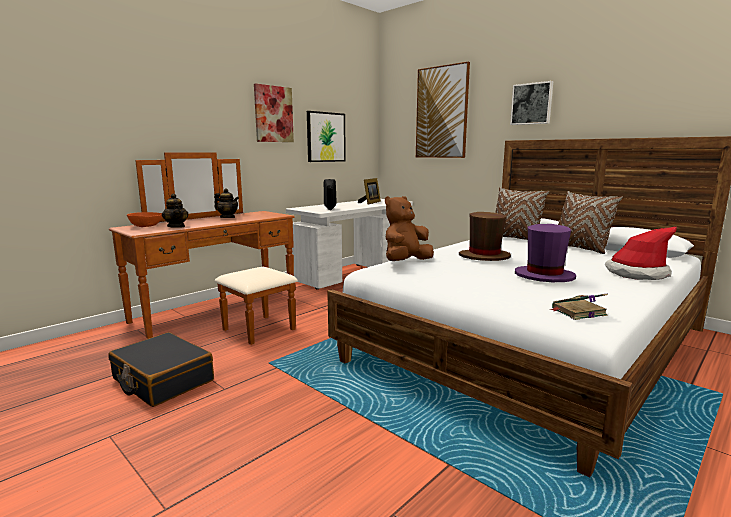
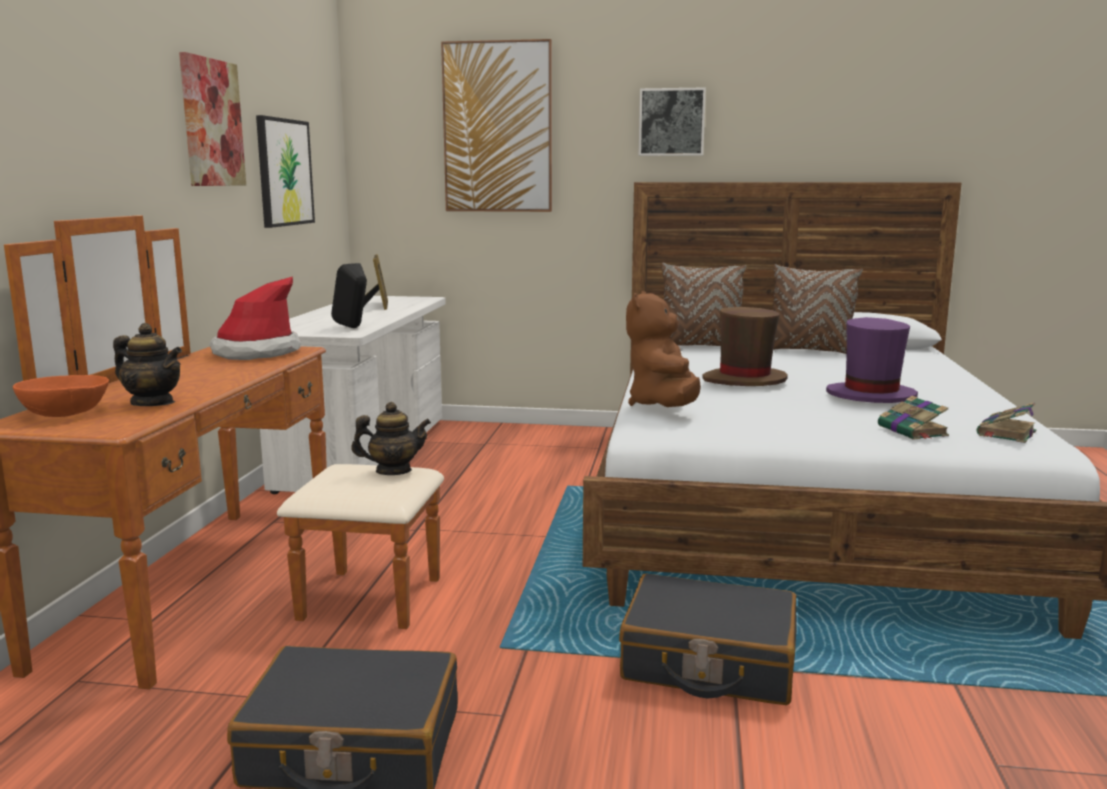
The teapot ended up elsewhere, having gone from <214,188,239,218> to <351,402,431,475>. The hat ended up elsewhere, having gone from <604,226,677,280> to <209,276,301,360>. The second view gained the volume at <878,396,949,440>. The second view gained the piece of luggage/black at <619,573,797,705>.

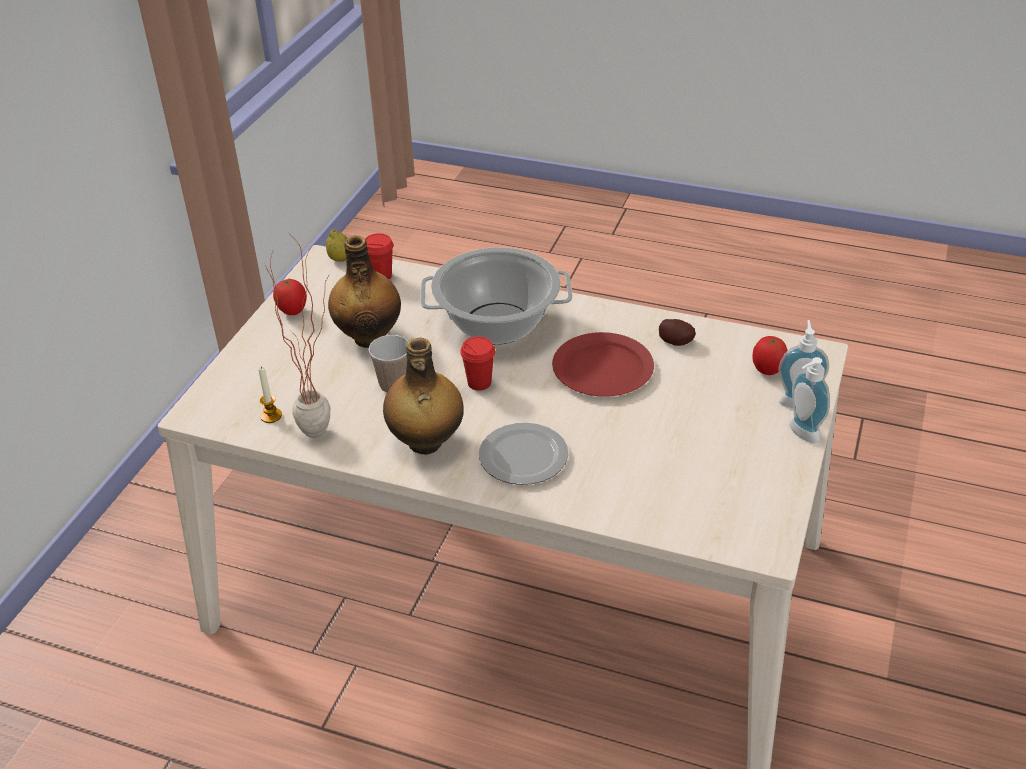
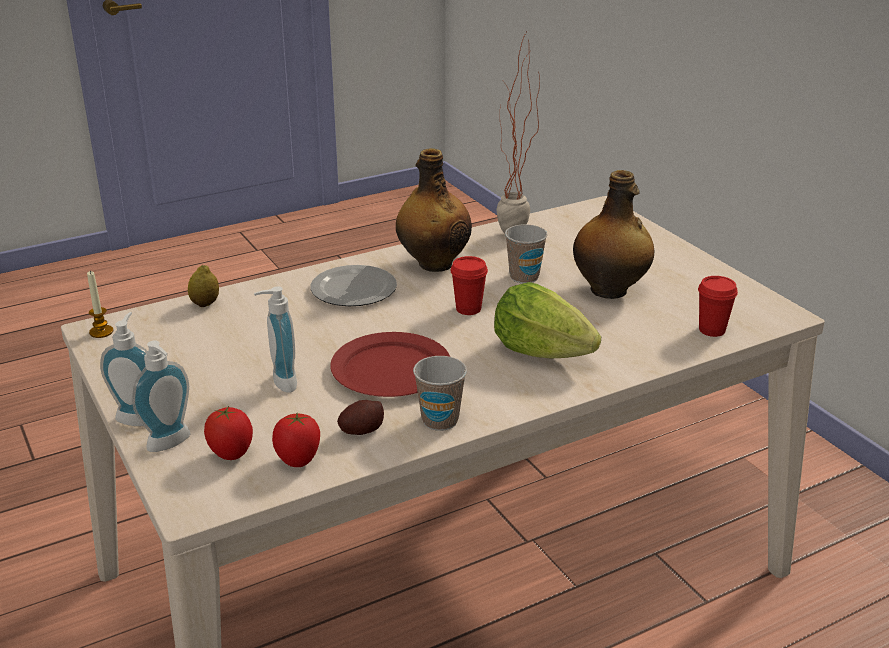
The whole lemon ended up elsewhere, having gone from <326,229,347,261> to <188,265,219,307>. Where the saucepot stood at <420,247,572,345>, the lettuce came to stand at <494,282,601,358>. The tomato ended up elsewhere, having gone from <273,279,307,315> to <272,413,320,467>. The wax candle ended up elsewhere, having gone from <258,367,282,423> to <87,271,113,338>. The second view gained the liquid soap bottle at <254,286,297,393>. The second view gained the cup at <413,356,467,431>.

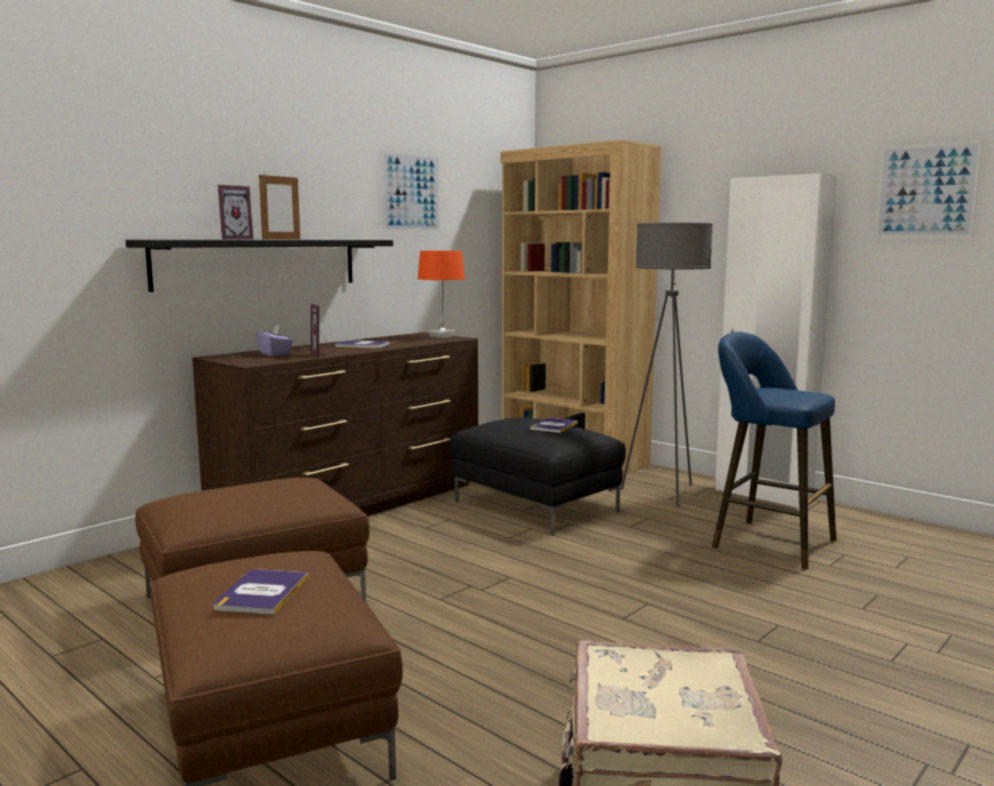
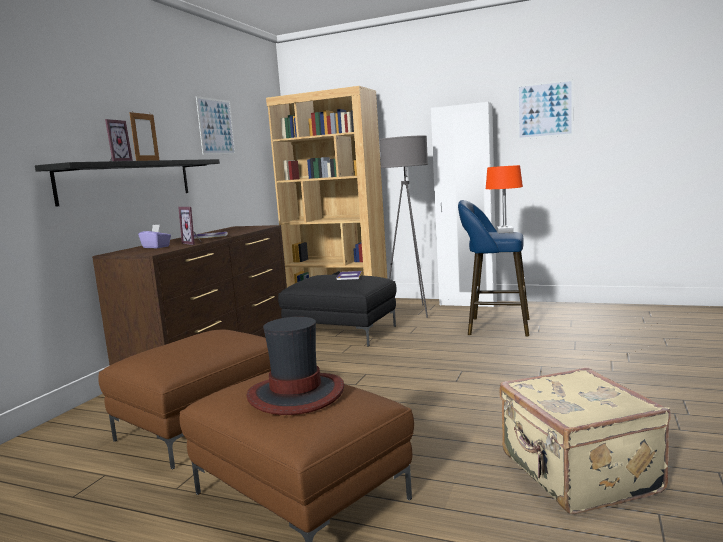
The tabletop lamp/orange ended up elsewhere, having gone from <418,251,465,338> to <486,165,523,233>. Where the volume stood at <214,569,308,615>, the hat came to stand at <246,317,345,415>.

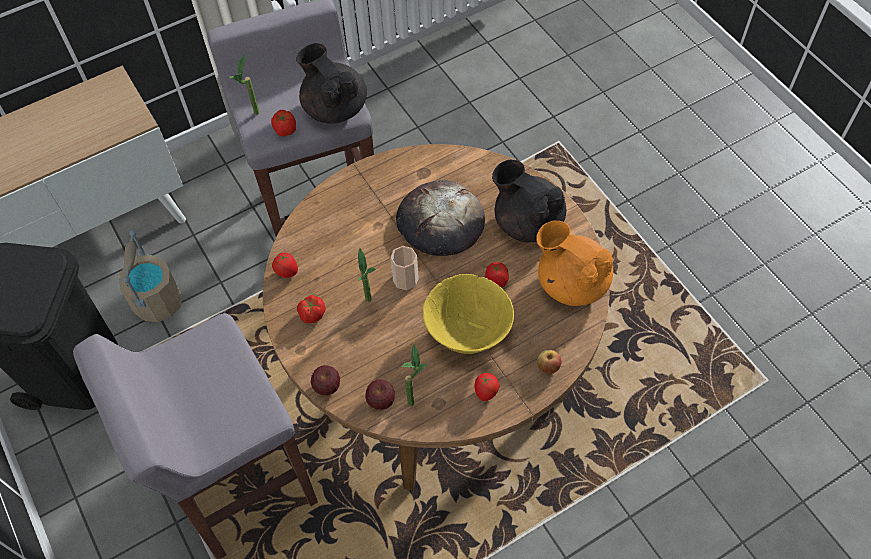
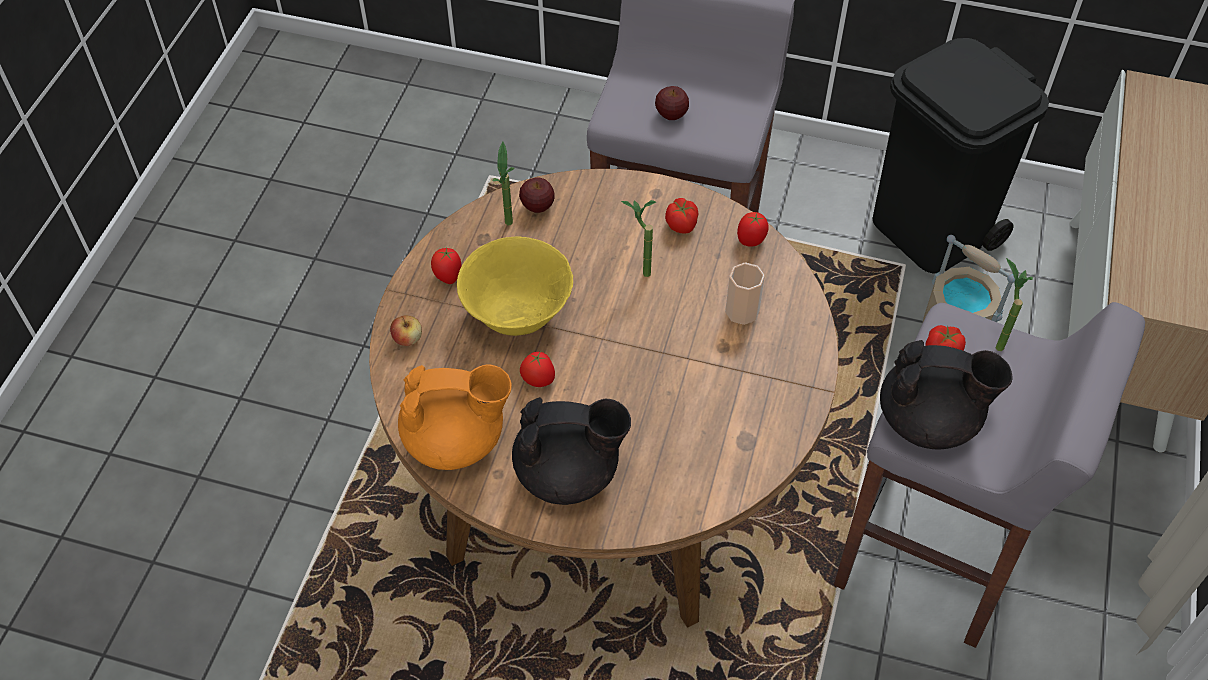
The second view lost the bakery bread at <396,180,485,256>. The cup ended up elsewhere, having gone from <390,246,419,290> to <725,262,765,325>. The apple fruit ended up elsewhere, having gone from <311,365,340,395> to <655,86,689,120>.

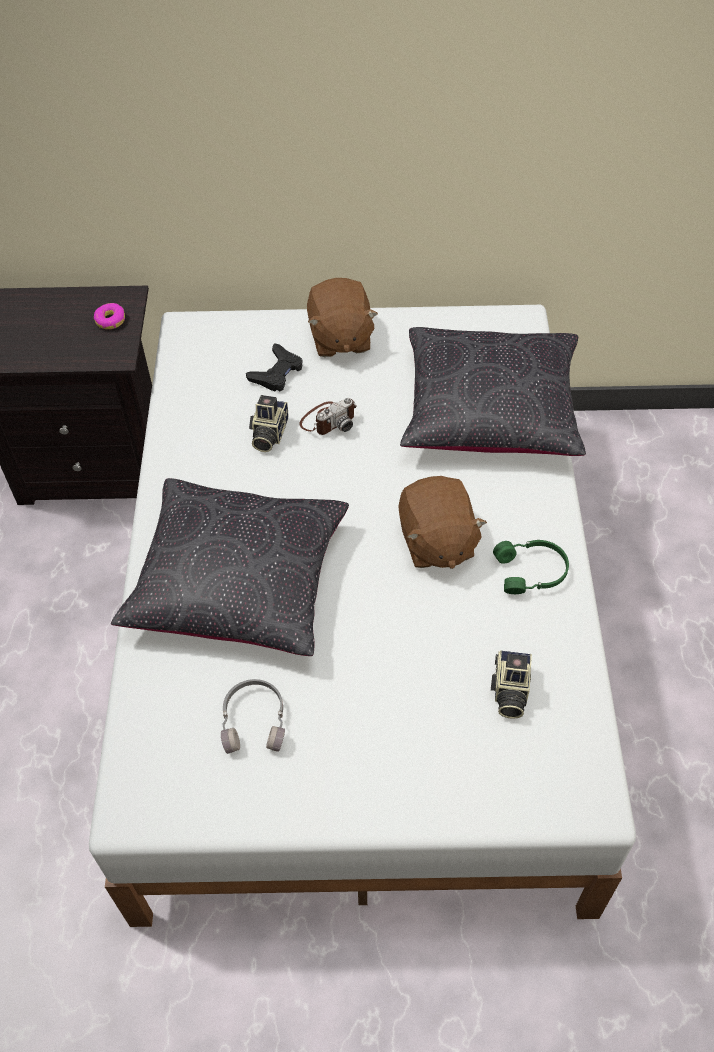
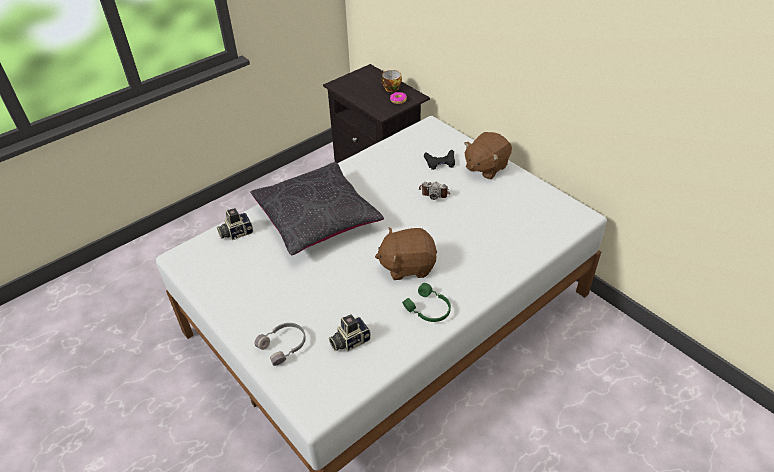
The second view lost the throw pillow/black at <400,327,586,456>. The photo camera ended up elsewhere, having gone from <249,395,288,452> to <217,208,253,240>. The plush toy/brown at <398,476,487,569> ended up facing another way, 45 degrees clockwise from before. The pair of headphones/greyish ended up elsewhere, having gone from <221,679,285,754> to <255,323,306,366>. The second view gained the cup at <382,70,402,92>.

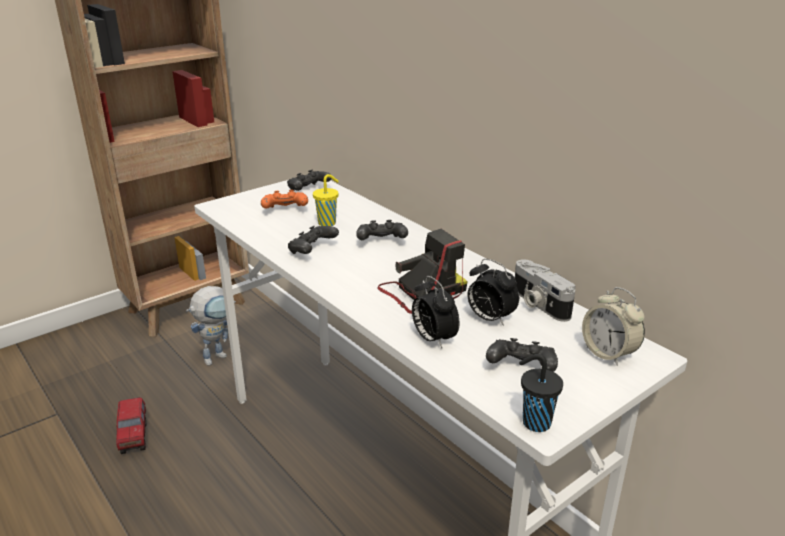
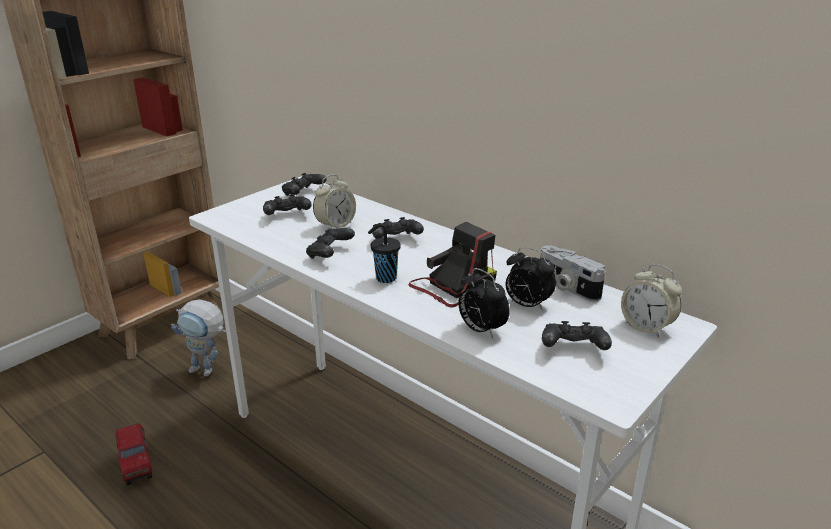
Where the cup/yellow-coloured stood at <313,174,339,226>, the table clock came to stand at <313,174,356,229>. What was the joypad/orange at <261,190,308,209> turned into the joypad/black at <263,194,312,215>. The robot figure at <186,286,236,366> ended up facing another way, 75 degrees clockwise from before. The cup/black ended up elsewhere, having gone from <519,354,563,432> to <368,223,401,283>.

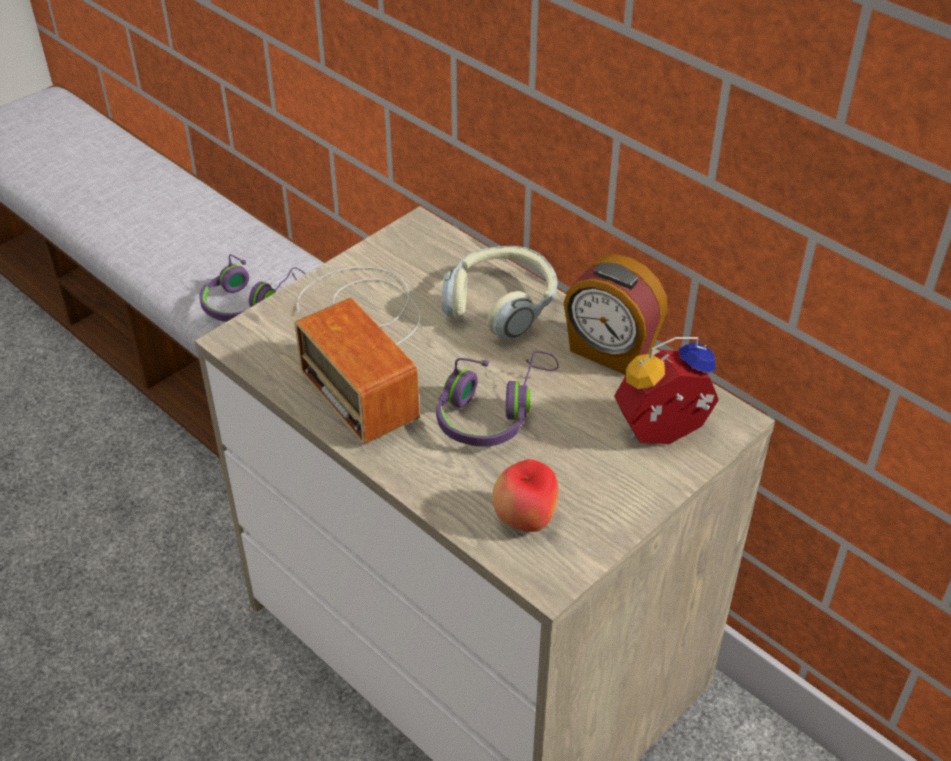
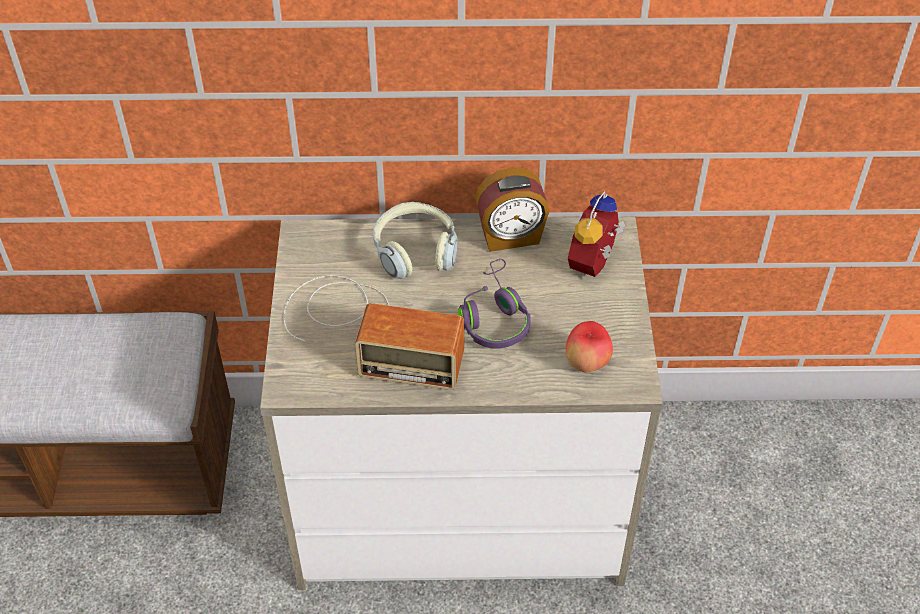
The second view lost the pair of headphones/purplish at <199,254,306,322>.

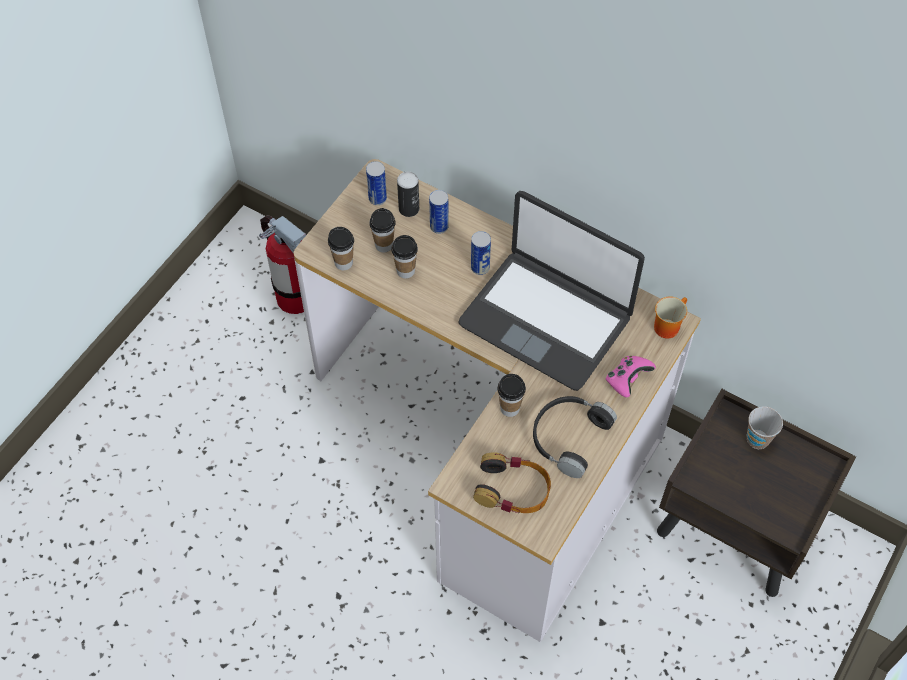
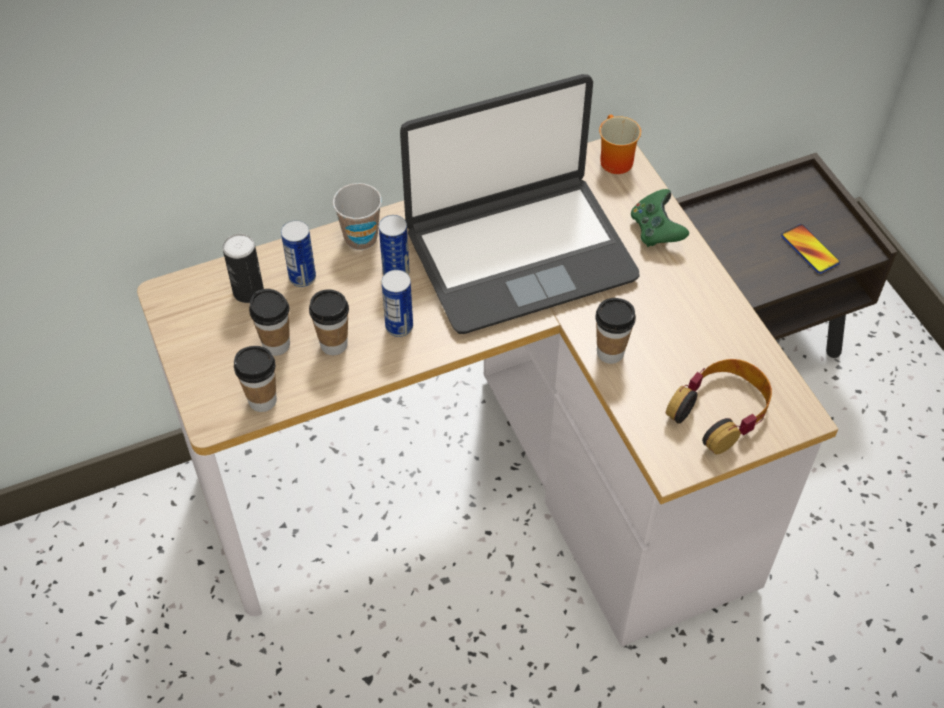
The sealed can ended up elsewhere, having gone from <366,161,387,205> to <381,270,413,337>. The second view lost the fire-fighting cylinder at <259,215,306,314>. What was the joypad/pinkish at <606,356,656,397> turned into the joypad/green-coloured at <631,189,689,247>. The second view lost the pair of headphones/black at <533,396,617,478>. The cup ended up elsewhere, having gone from <747,406,783,449> to <333,183,382,250>. The second view gained the phone at <781,224,840,274>.

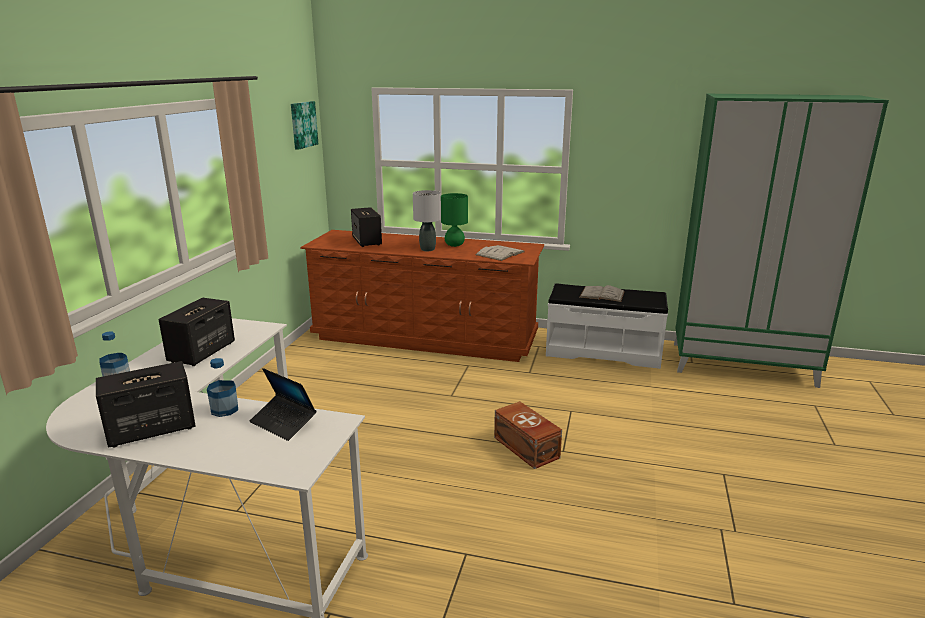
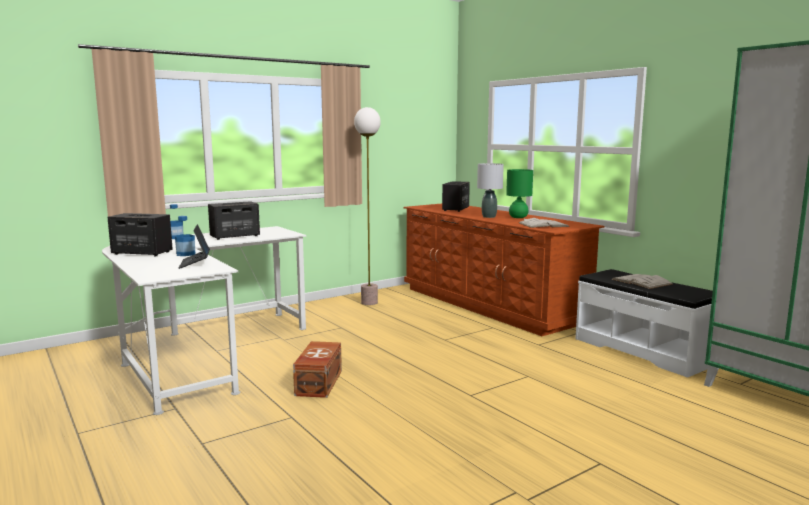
The second view lost the wall picture at <291,101,318,149>. The storage container/brown ended up elsewhere, having gone from <494,401,562,469> to <293,341,342,398>. The second view gained the standing lamp at <354,107,381,305>.

